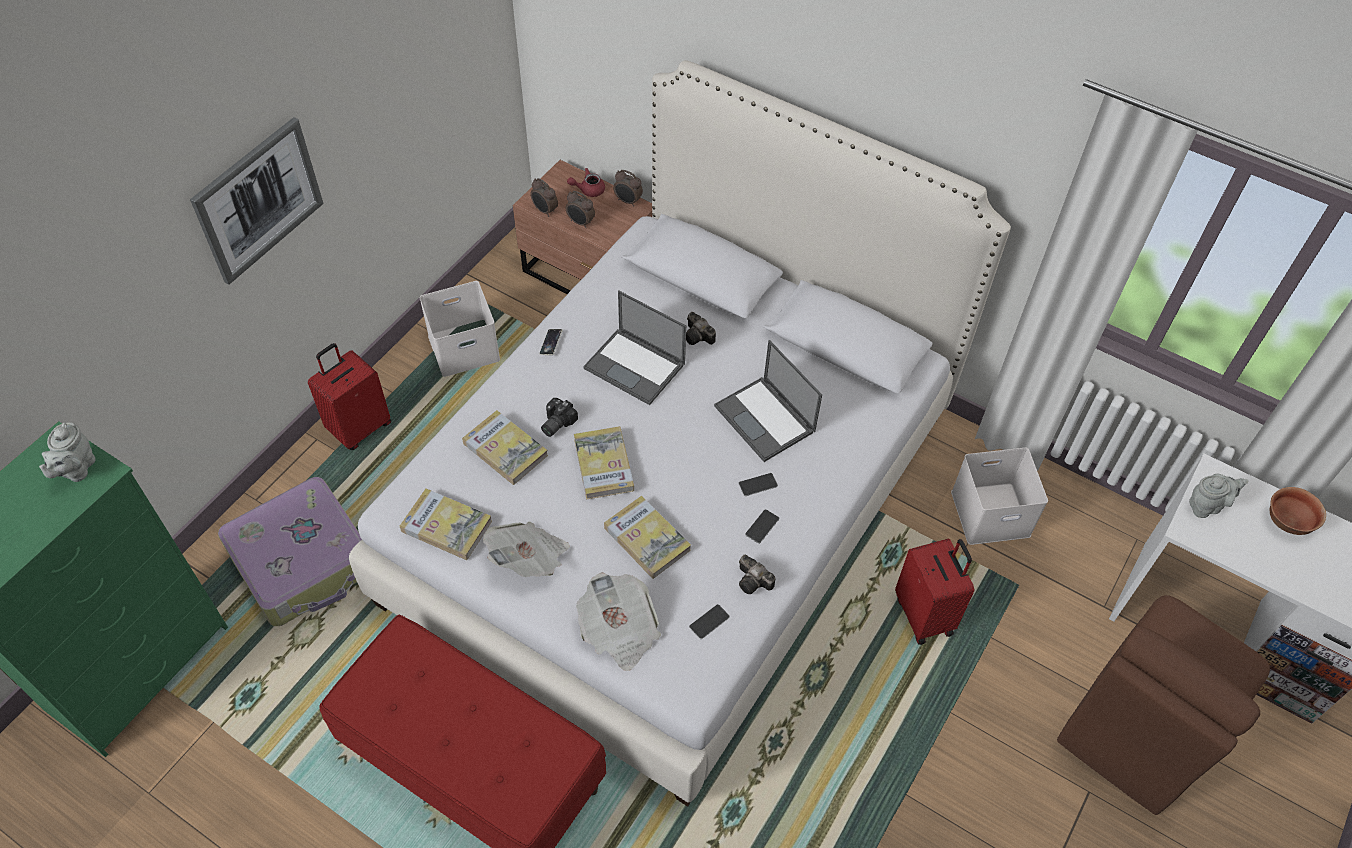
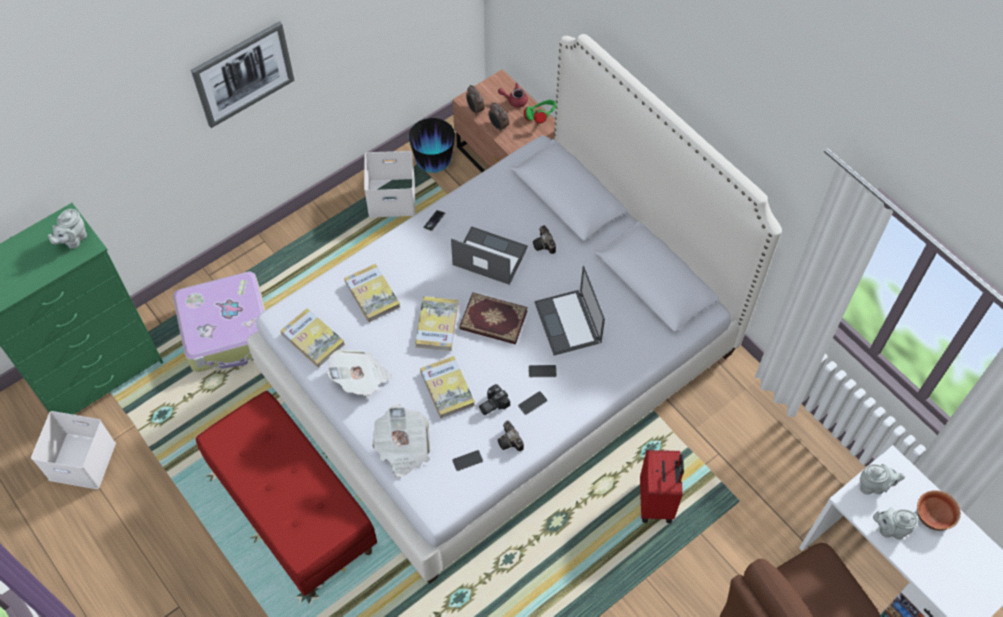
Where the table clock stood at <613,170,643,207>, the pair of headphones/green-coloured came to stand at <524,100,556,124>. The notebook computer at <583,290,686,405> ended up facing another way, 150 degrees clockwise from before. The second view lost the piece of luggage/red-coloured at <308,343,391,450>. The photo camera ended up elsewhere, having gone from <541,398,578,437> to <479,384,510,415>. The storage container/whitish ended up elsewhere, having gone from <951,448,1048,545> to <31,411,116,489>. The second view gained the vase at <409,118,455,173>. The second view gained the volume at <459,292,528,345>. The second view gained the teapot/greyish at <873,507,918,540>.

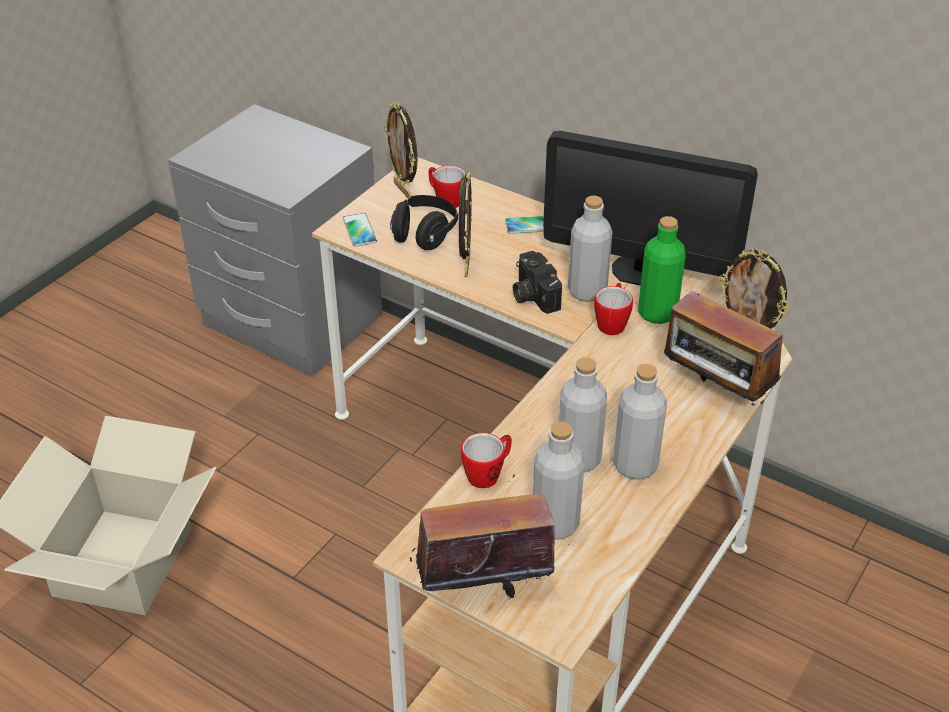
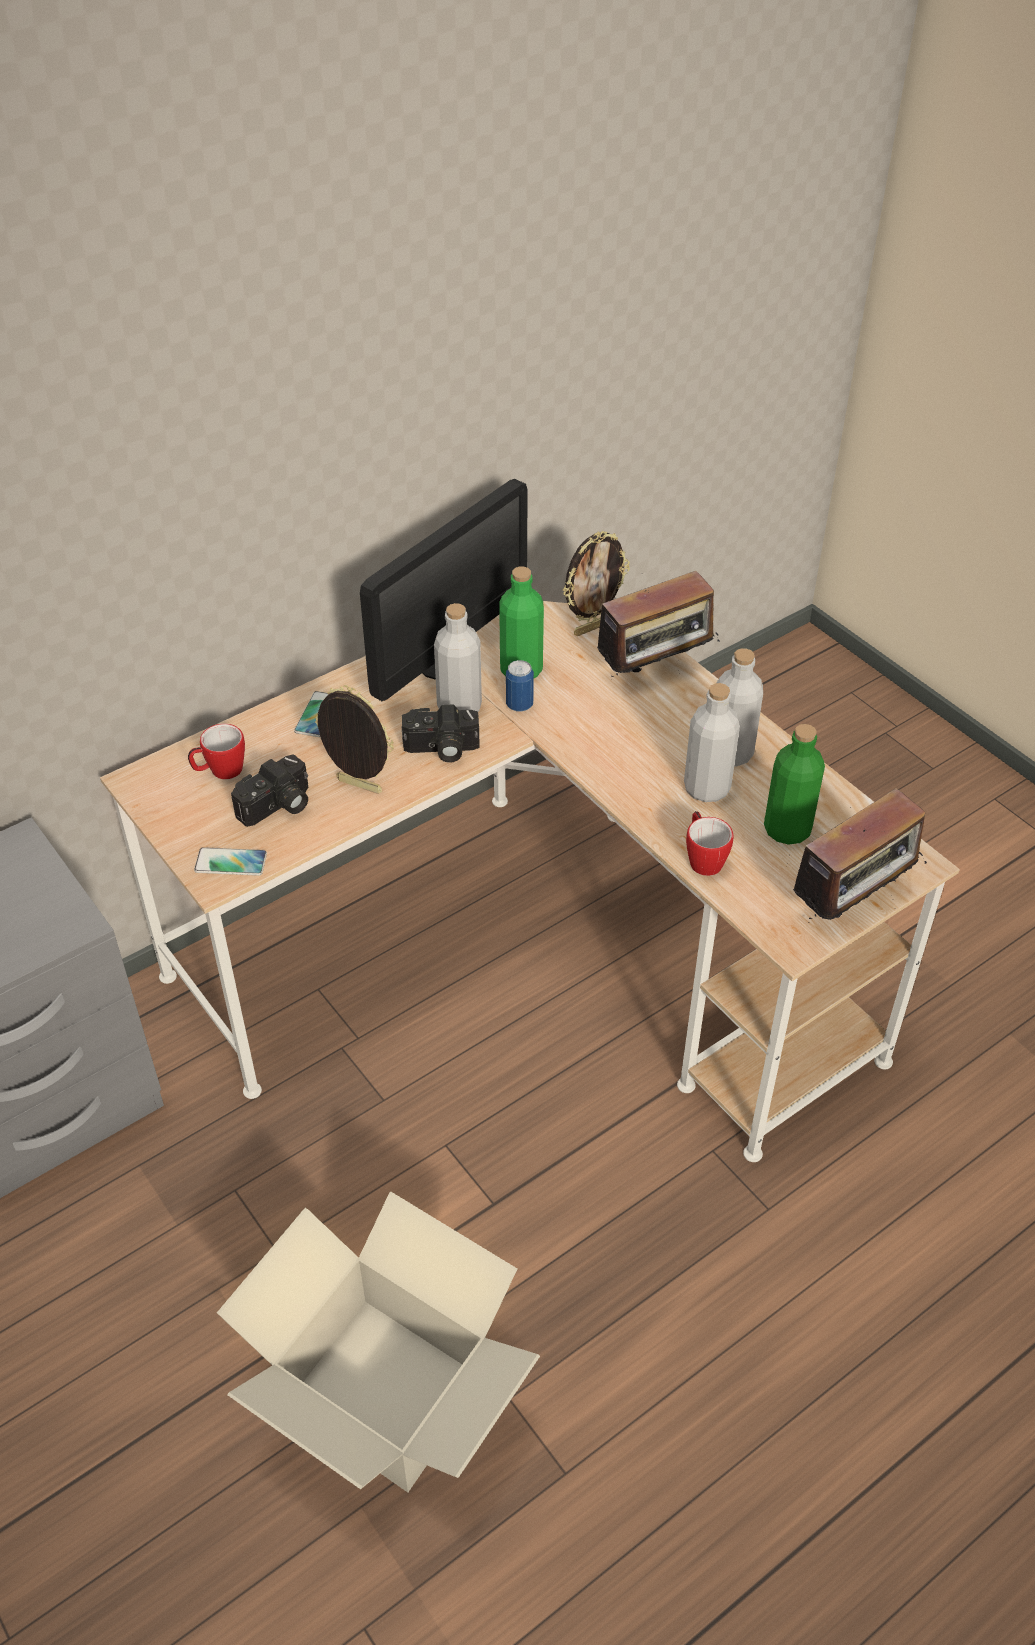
The second view lost the picture frame at <384,102,417,199>. Where the pair of headphones/black stood at <390,195,458,250>, the photo camera came to stand at <231,754,308,827>. Where the coffee mug stood at <594,283,633,335>, the sealed can came to stand at <506,660,534,712>. What was the bottle/greyish at <533,421,584,540> turned into the bottle/green-coloured at <764,724,825,845>. The radio at <410,475,555,599> ended up facing another way, 135 degrees counterclockwise from before.

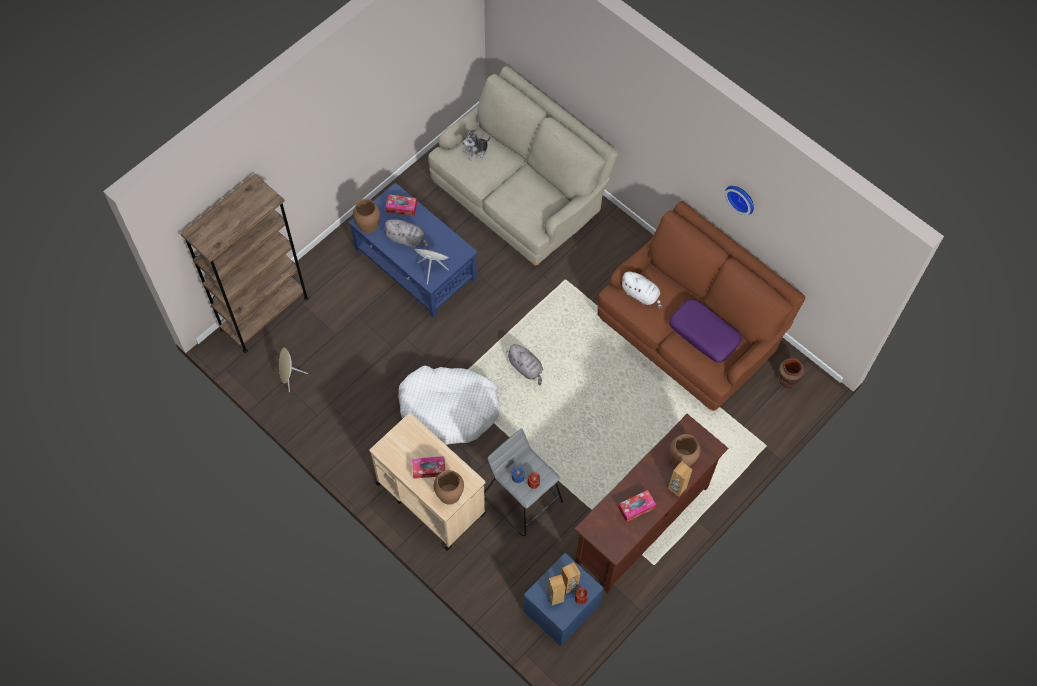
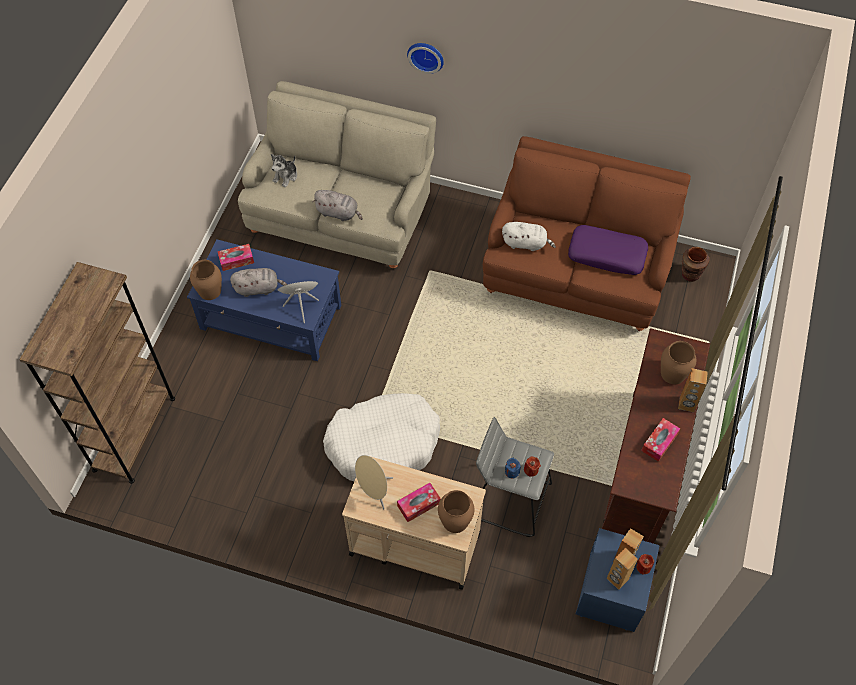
The hanging clock ended up elsewhere, having gone from <725,186,754,215> to <407,43,444,74>. The plush toy/greyish ended up elsewhere, having gone from <506,344,543,386> to <313,190,363,221>. The speaker/sand-coloured ended up elsewhere, having gone from <279,348,308,392> to <355,455,393,509>.

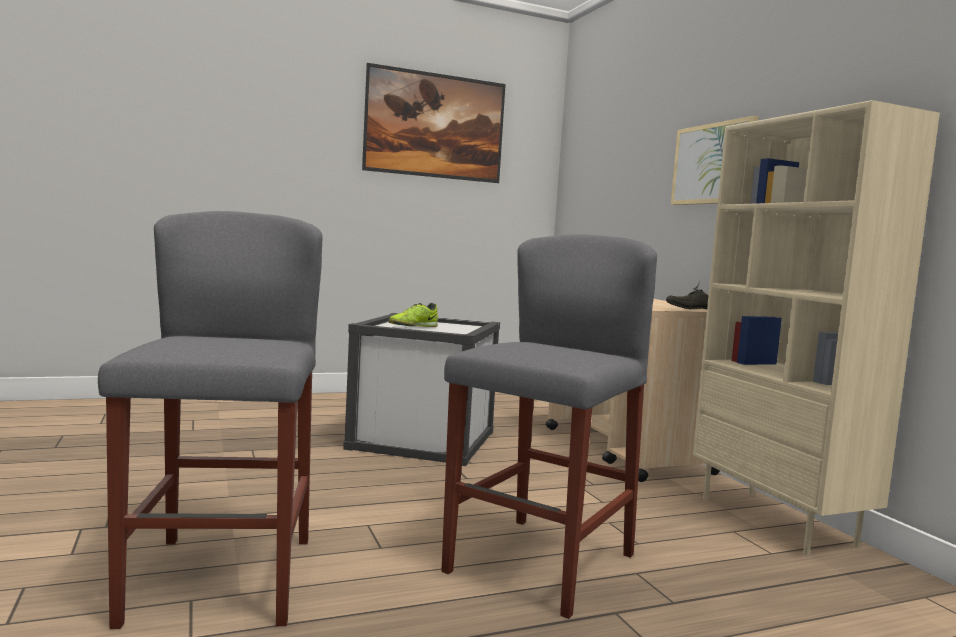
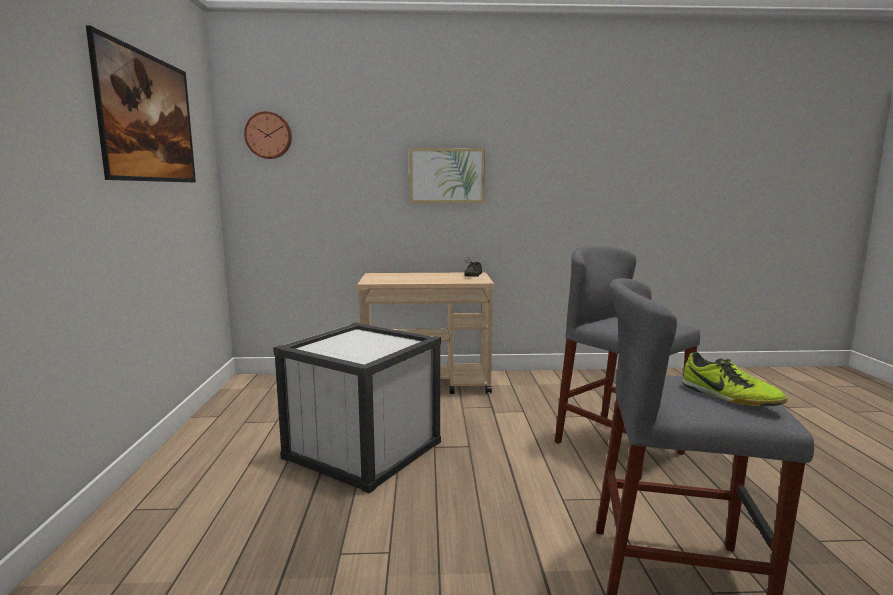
The second view lost the shelving unit/sand-coloured at <693,100,940,555>. The low shoe ended up elsewhere, having gone from <388,303,438,327> to <682,352,787,406>. The second view gained the hanging clock at <244,111,292,159>.

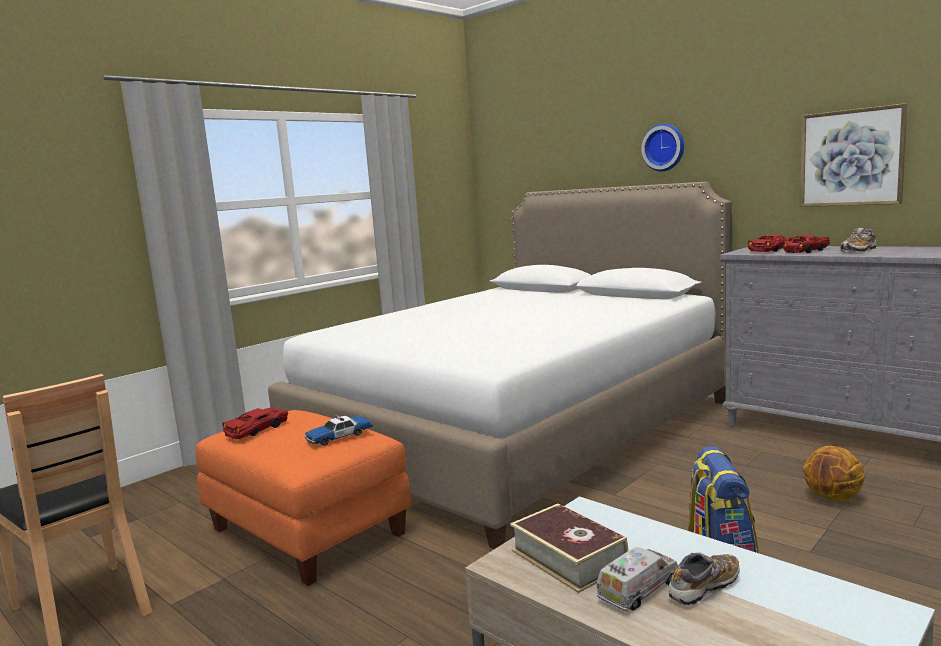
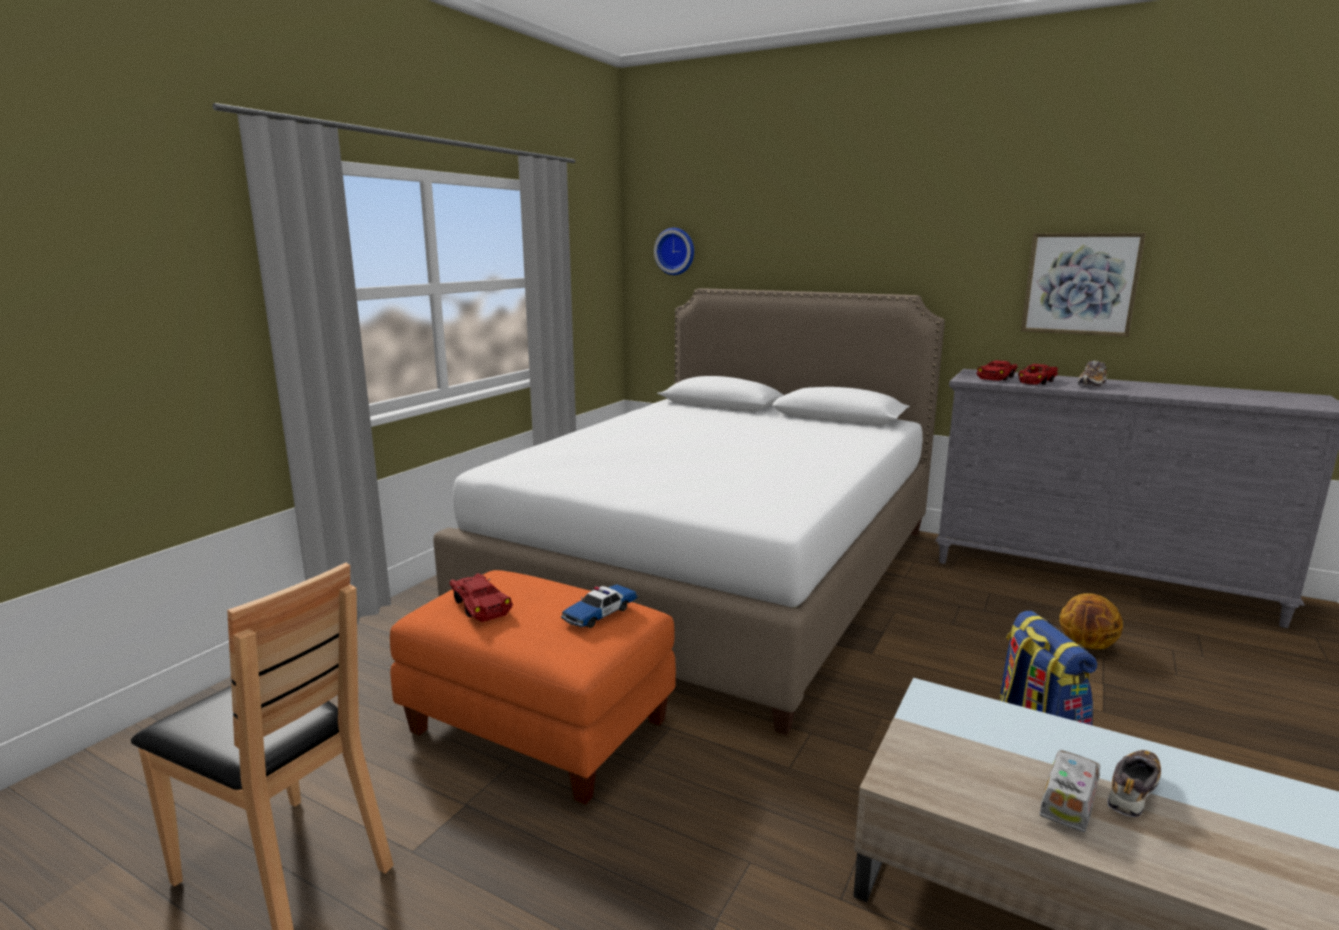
The hanging clock ended up elsewhere, having gone from <641,124,684,171> to <654,228,694,275>. The miniature car/red-coloured at <222,407,288,440> ended up facing another way, 60 degrees counterclockwise from before. The second view lost the volume at <510,504,628,593>.

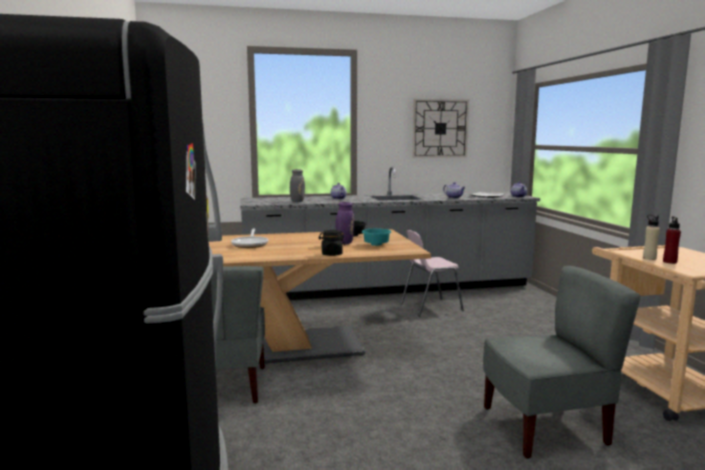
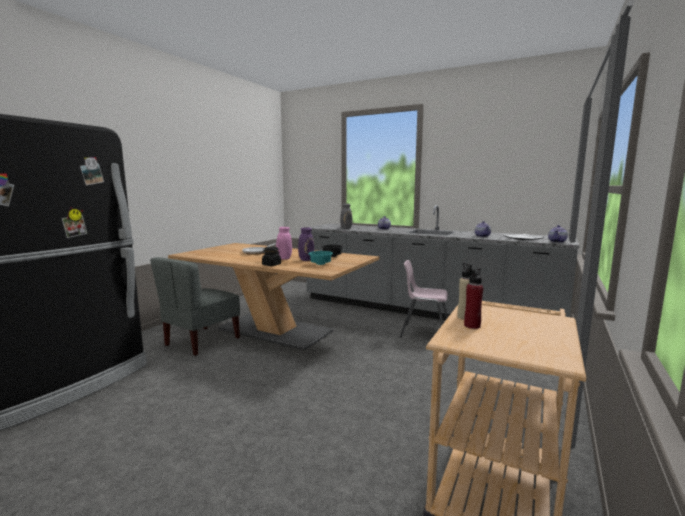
The second view lost the hanging clock at <412,99,469,158>. The second view lost the upright chair/greyish at <483,266,641,459>. The second view gained the vase/pinkish at <260,227,292,260>.

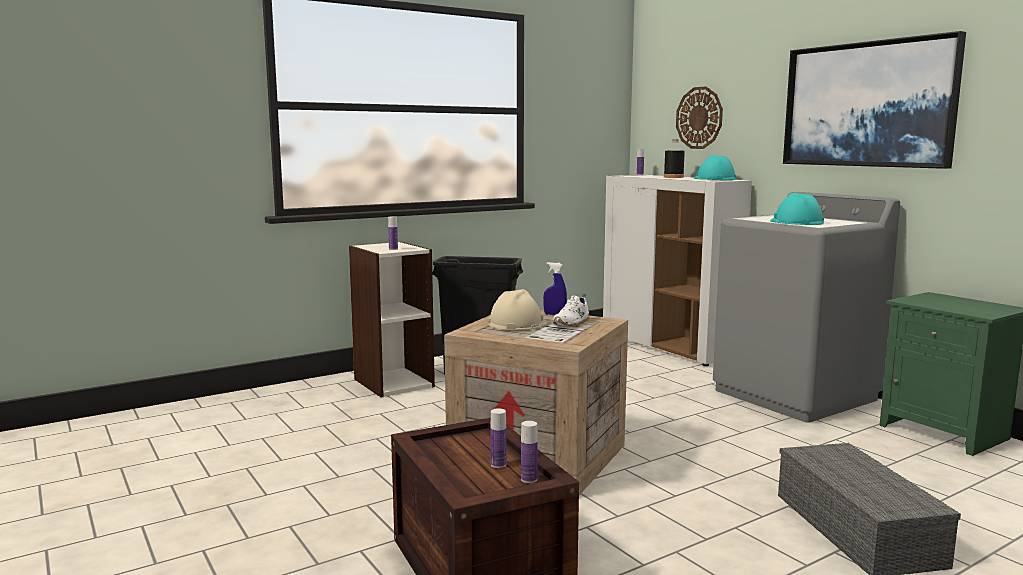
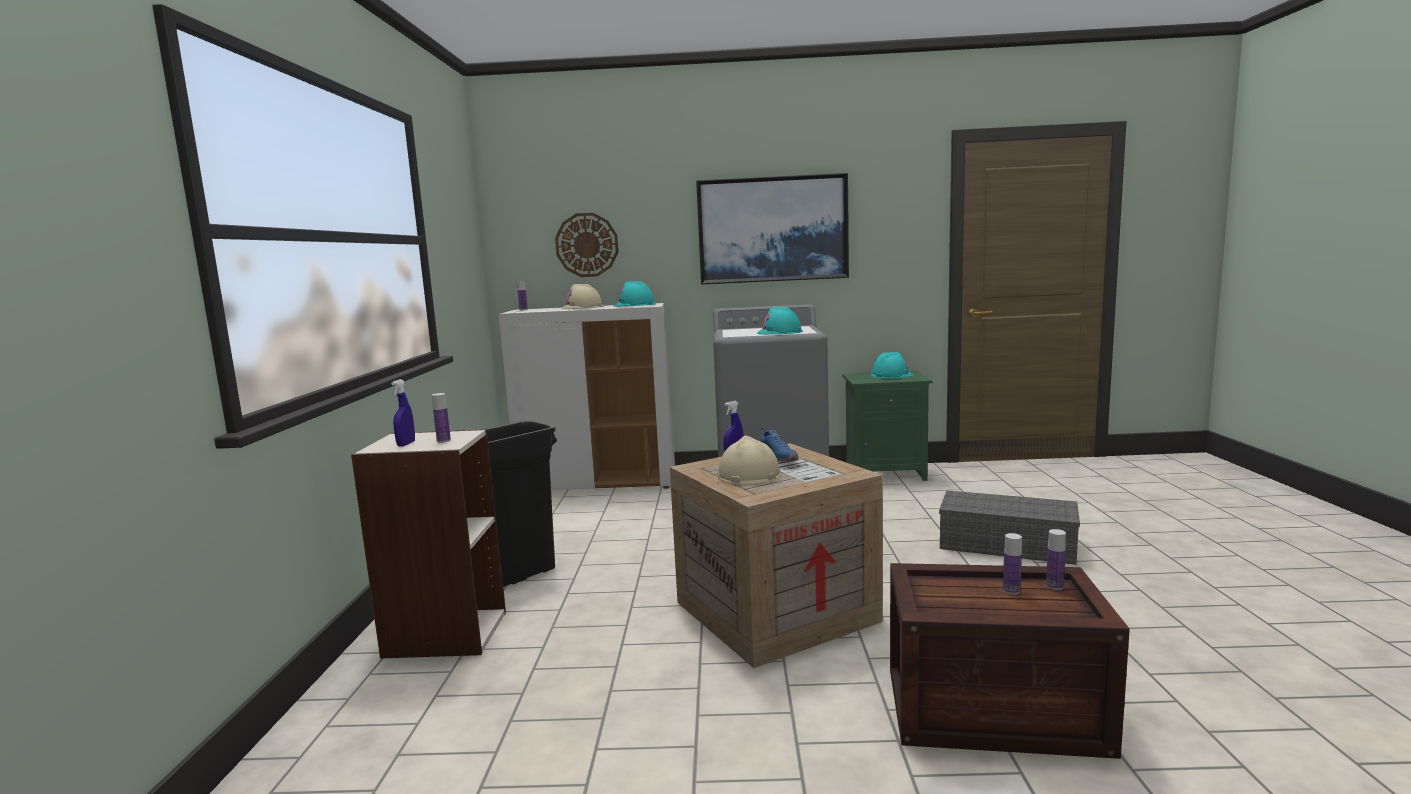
Where the bottle/black stood at <664,139,685,178>, the safety helmet/sand-coloured came to stand at <561,284,604,309>. What was the low shoe/whitish at <553,294,589,327> turned into the low shoe/blue at <760,427,799,464>. The second view gained the safety helmet/turquoise at <870,352,913,378>. The second view gained the spray bottle/blue at <391,379,415,447>.

